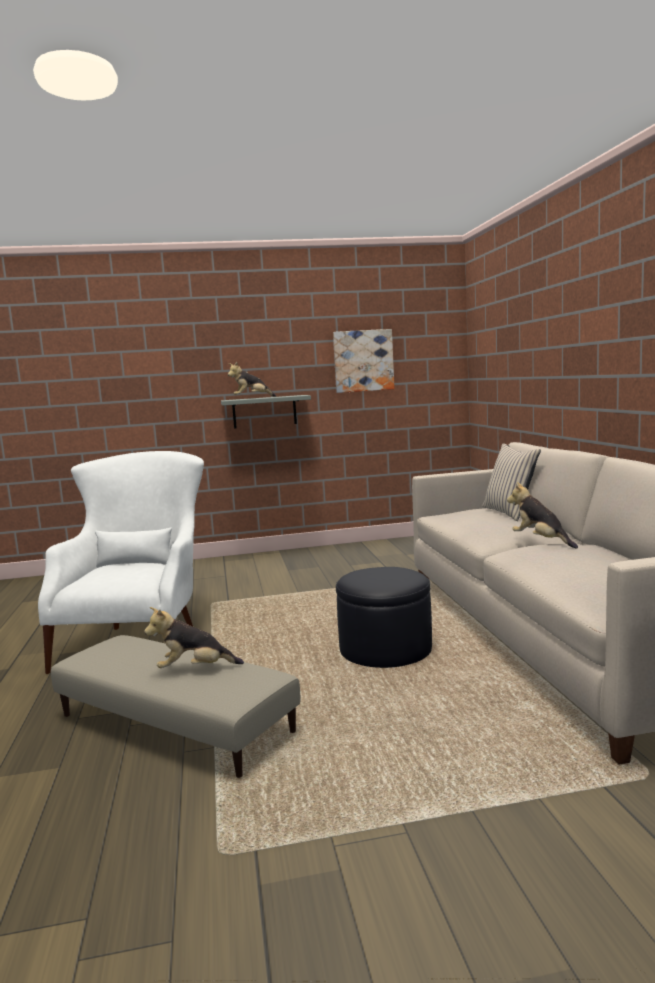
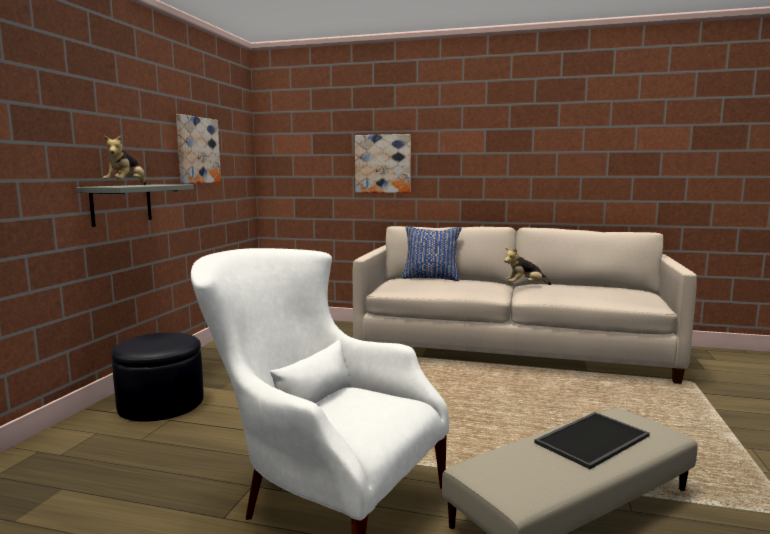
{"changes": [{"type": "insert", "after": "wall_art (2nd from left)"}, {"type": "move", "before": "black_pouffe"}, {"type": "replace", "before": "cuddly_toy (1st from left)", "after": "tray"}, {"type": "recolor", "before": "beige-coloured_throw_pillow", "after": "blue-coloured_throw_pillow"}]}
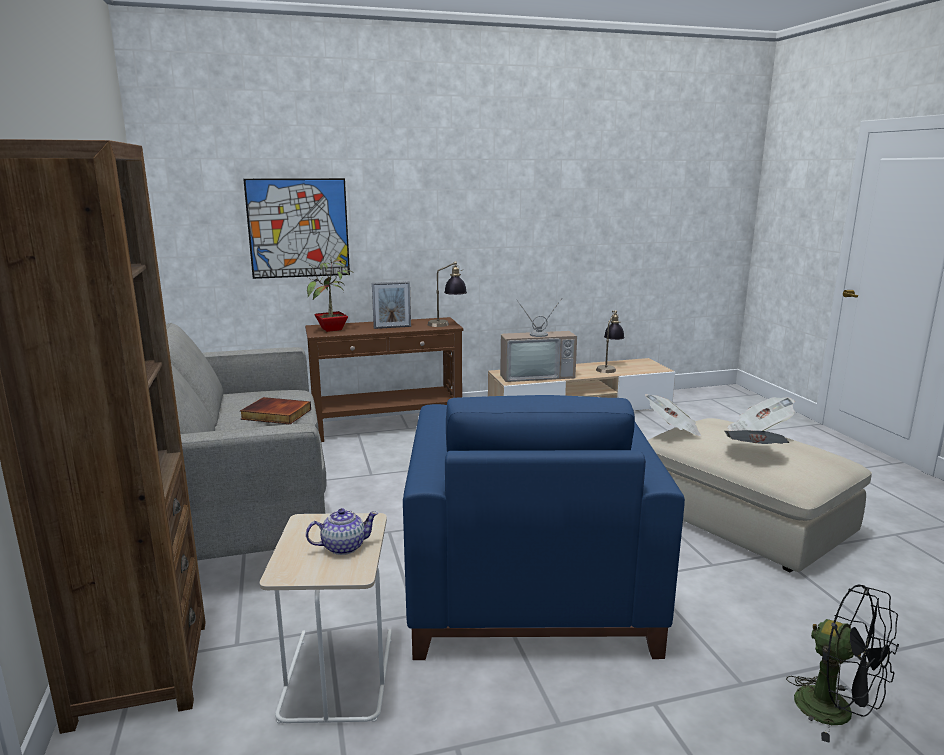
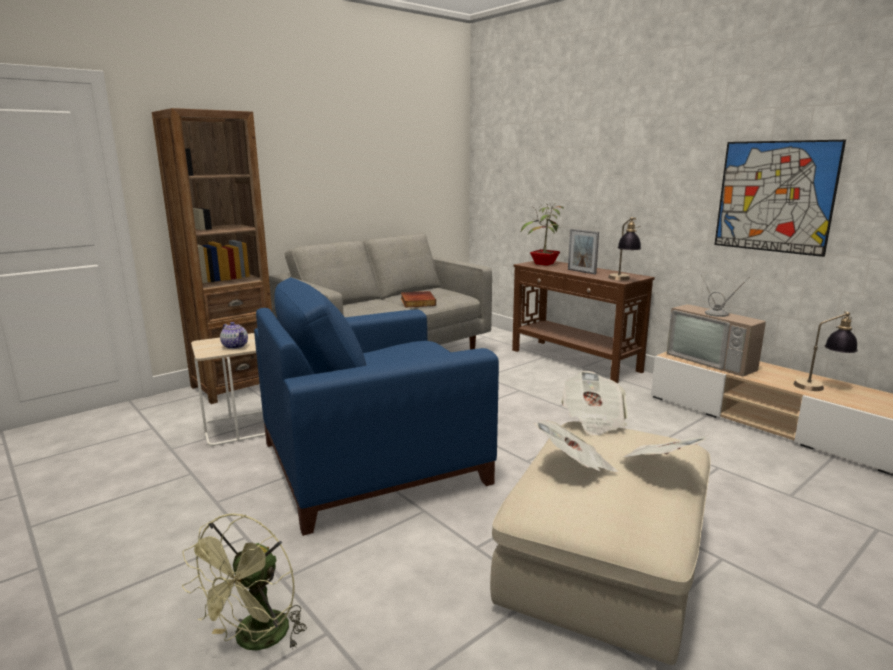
{"changes": [{"type": "move", "before": "wall_art"}, {"type": "recolor", "before": "black_fan", "after": "green_fan"}]}
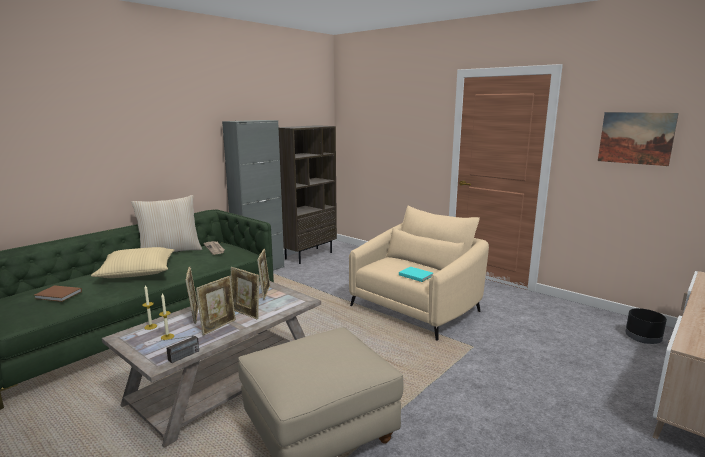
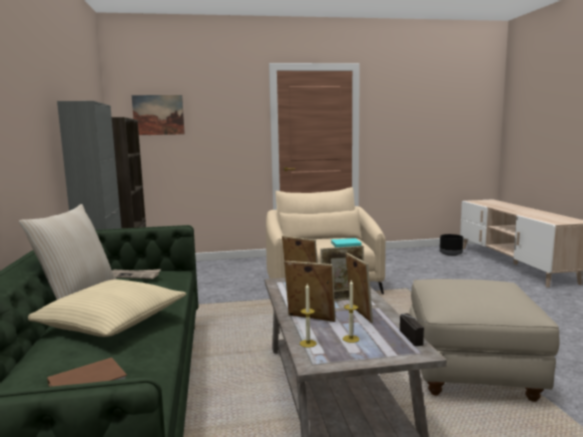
{"changes": [{"type": "move", "before": "wall_art"}]}
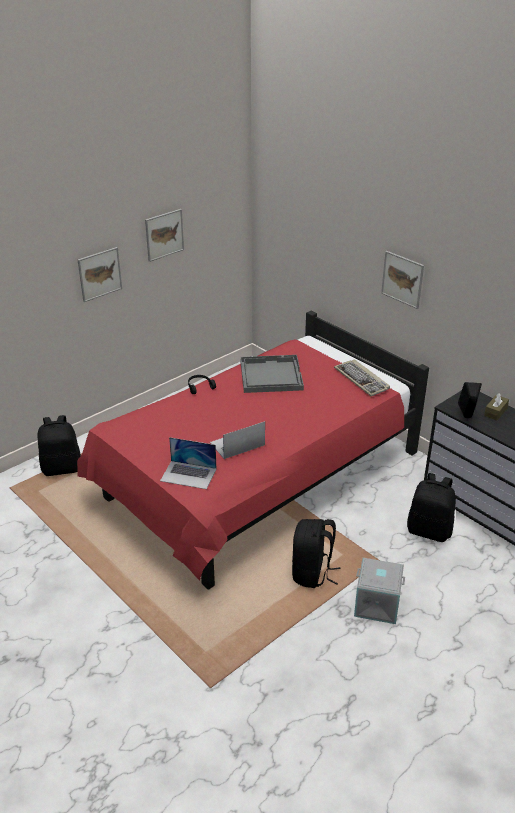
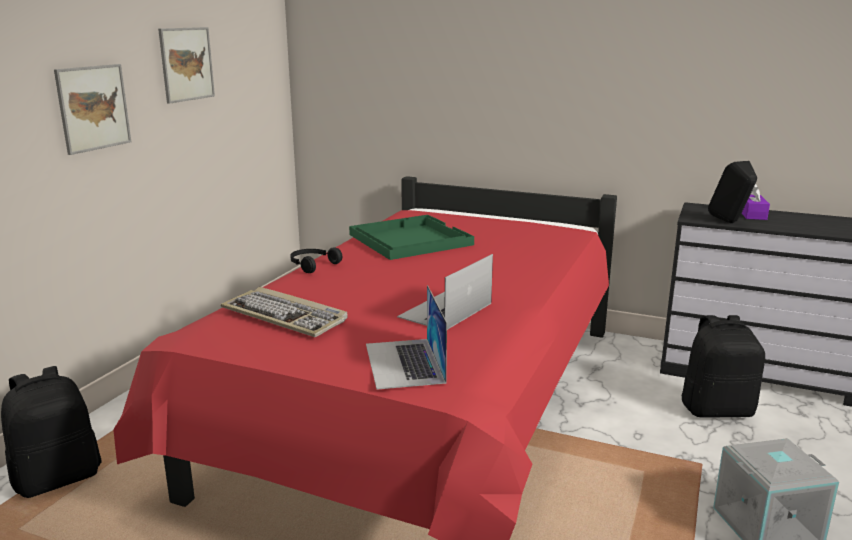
{"changes": [{"type": "delete", "before": "black_knapsack (2nd from left)"}, {"type": "delete", "before": "wall_art (3rd from left)"}, {"type": "move", "before": "keyboard"}, {"type": "recolor", "before": "gray_tray", "after": "green_tray"}, {"type": "recolor", "before": "brown_tissue_box", "after": "purple-coloured_tissue_box"}, {"type": "rotate", "before": "notebook_computer (1st from left)", "turn": 90}]}
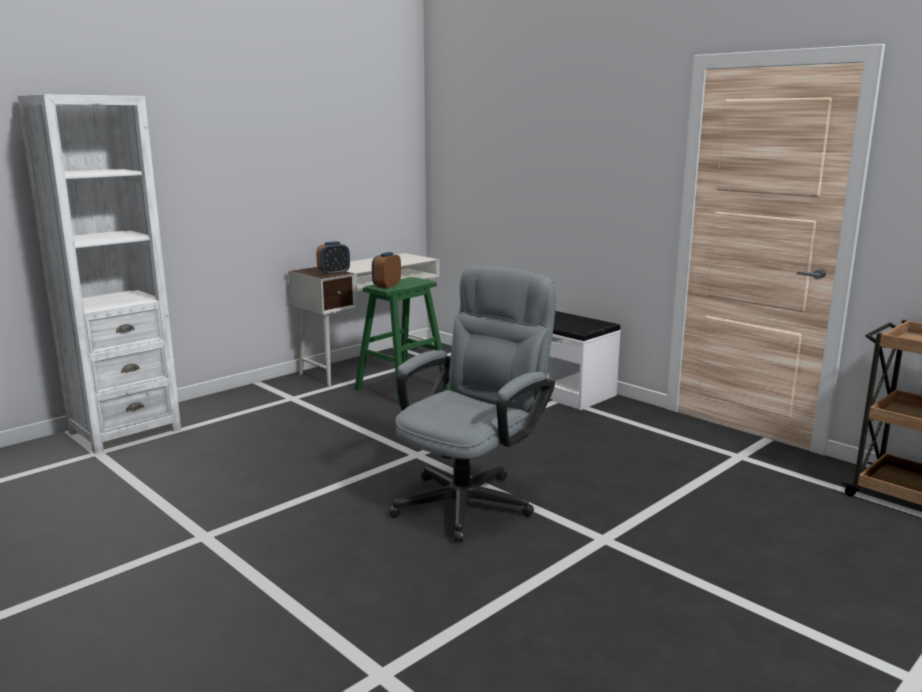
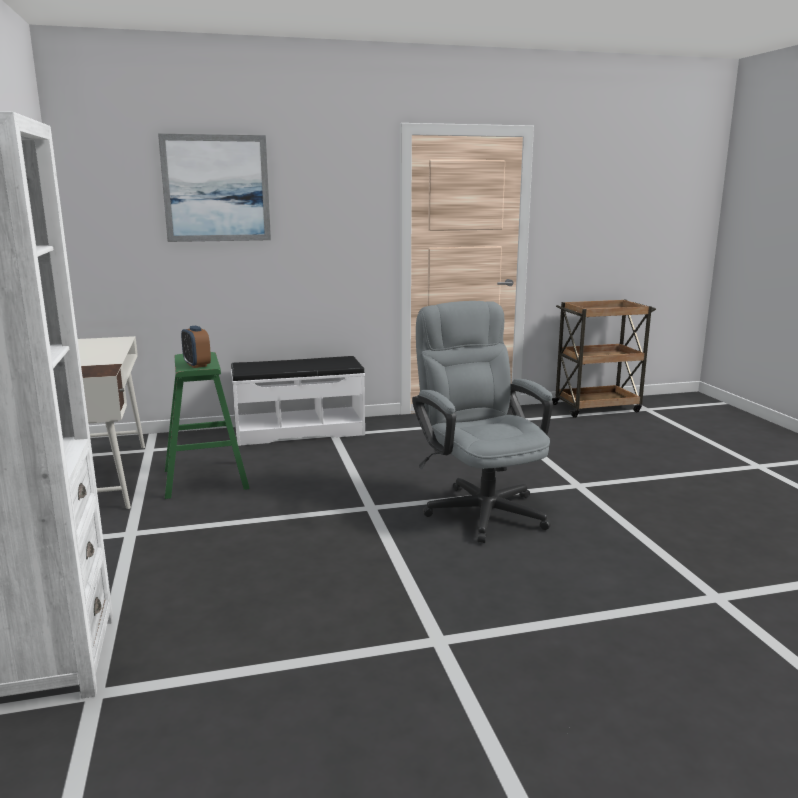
{"changes": [{"type": "delete", "before": "table_clock (1st from left)"}, {"type": "insert", "after": "wall_art"}]}
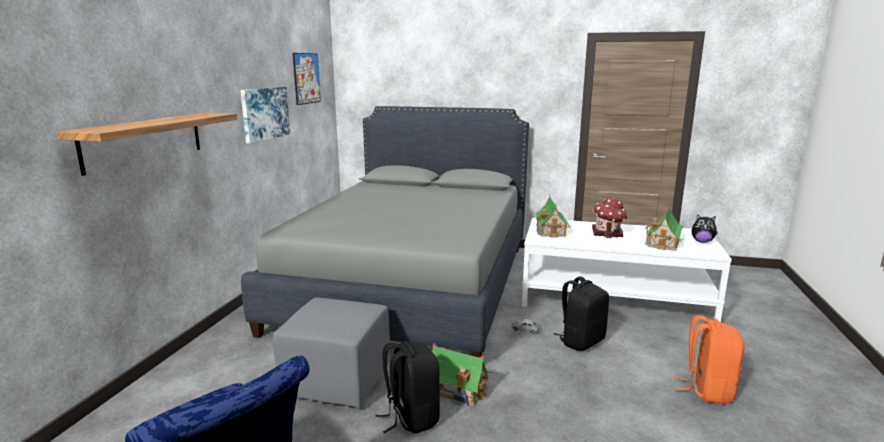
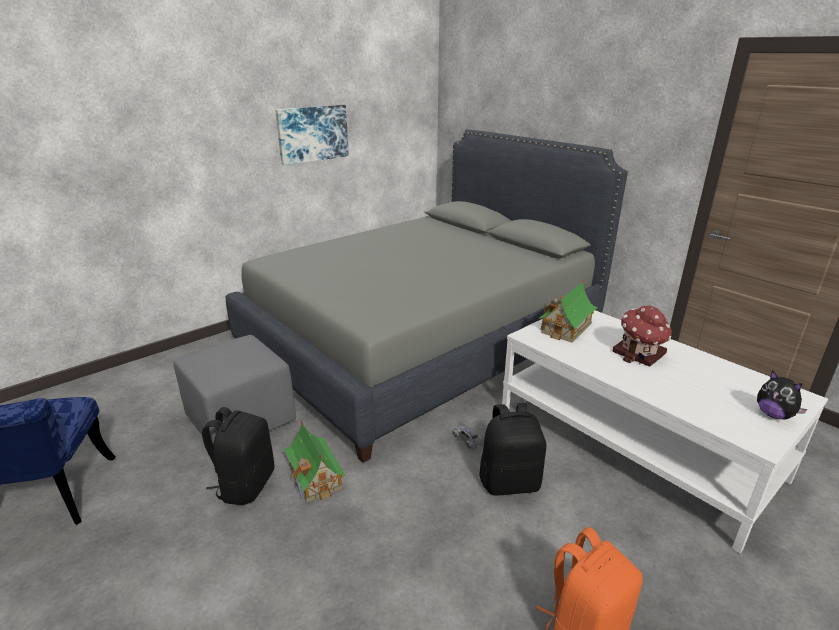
{"changes": [{"type": "delete", "before": "wall_shelf"}, {"type": "delete", "before": "wall_art (2nd from left)"}, {"type": "delete", "before": "miniature_house (4th from left)"}]}
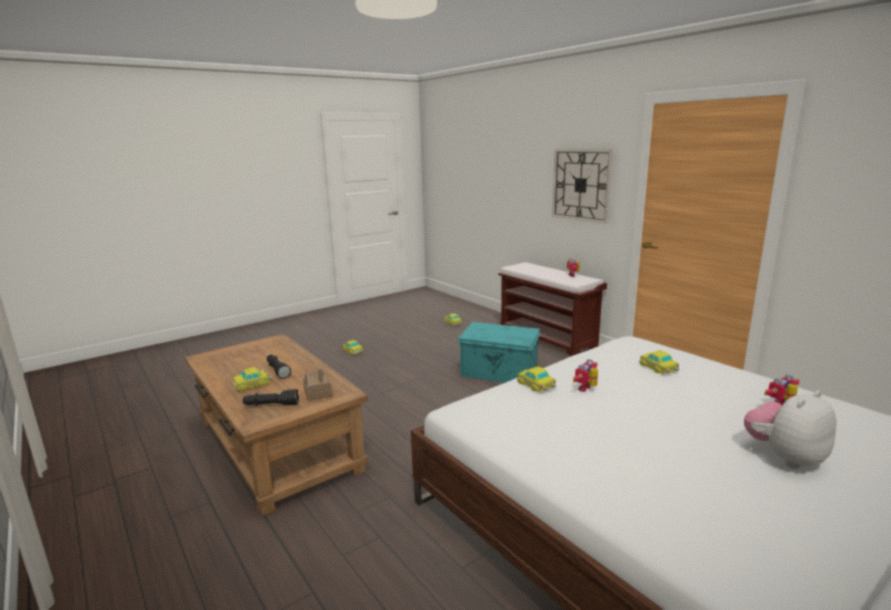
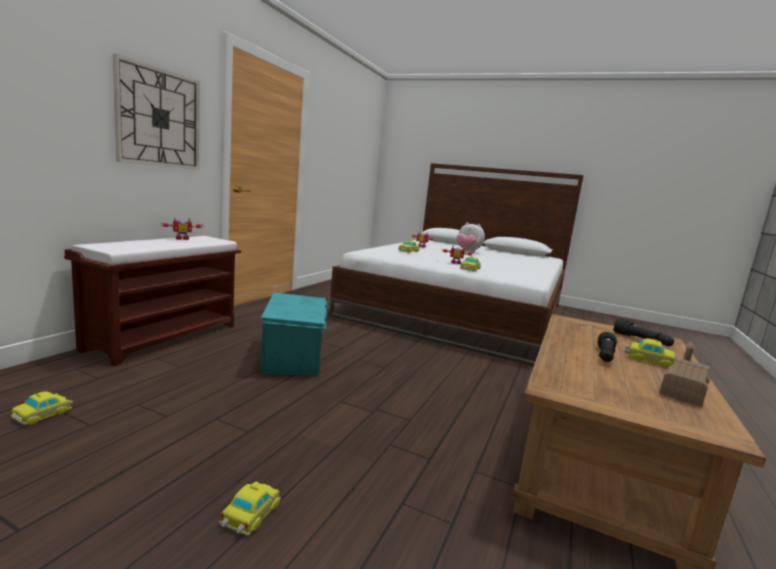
{"changes": [{"type": "move", "before": "miniature_house"}]}
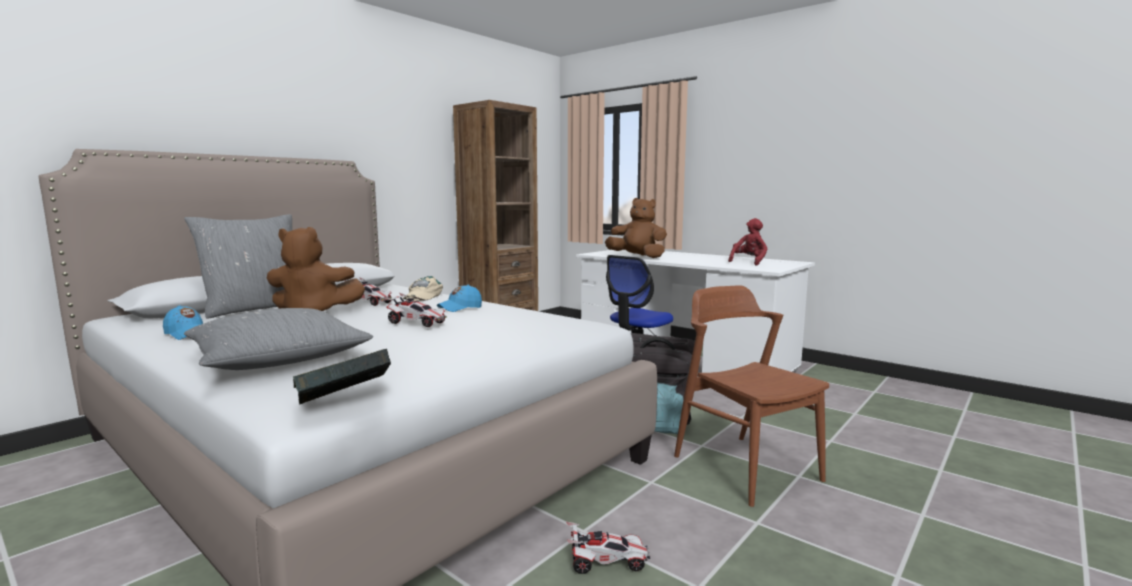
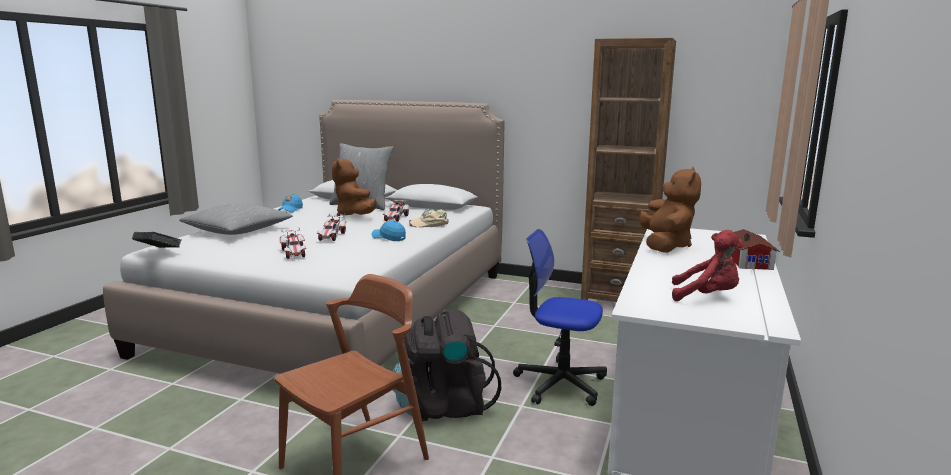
{"changes": [{"type": "insert", "after": "miniature_house"}, {"type": "move", "before": "model_car (3rd from left in the first image)", "after": "model_car (1st from left)"}]}
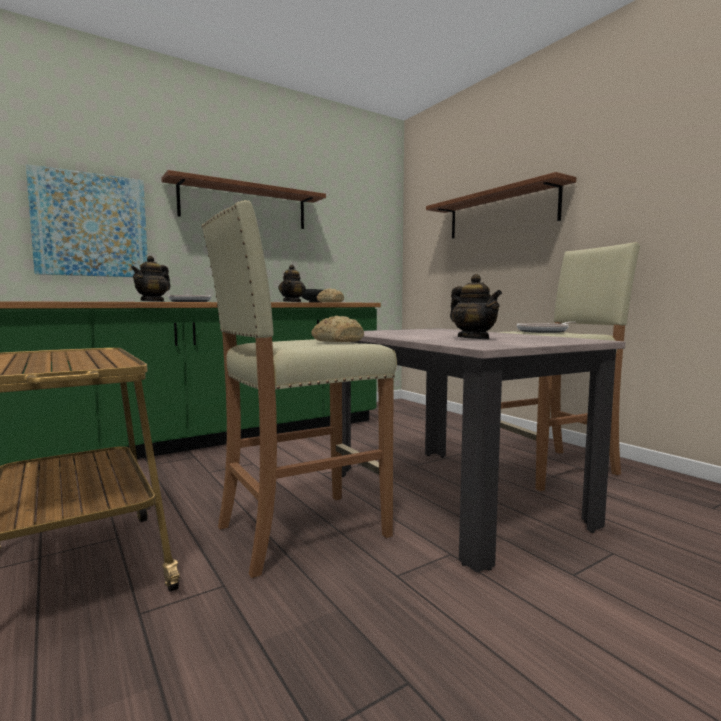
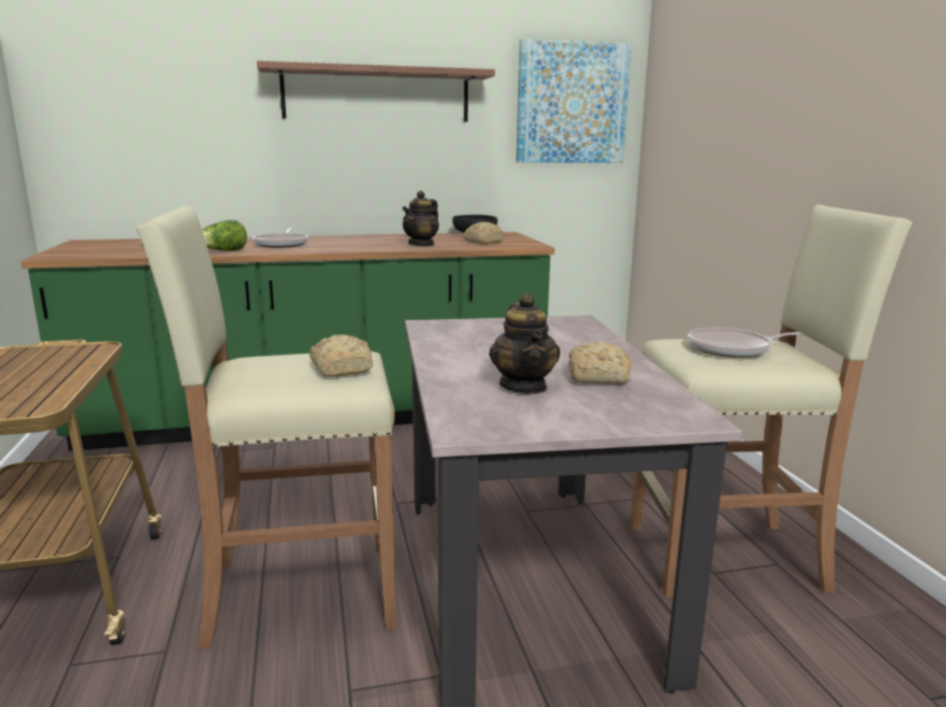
{"changes": [{"type": "delete", "before": "wall_shelf (2nd from left)"}, {"type": "insert", "after": "baked_bread (3rd from left)"}, {"type": "move", "before": "wall_art"}, {"type": "replace", "before": "pot_for_tea (1st from left)", "after": "lettuce_head"}]}
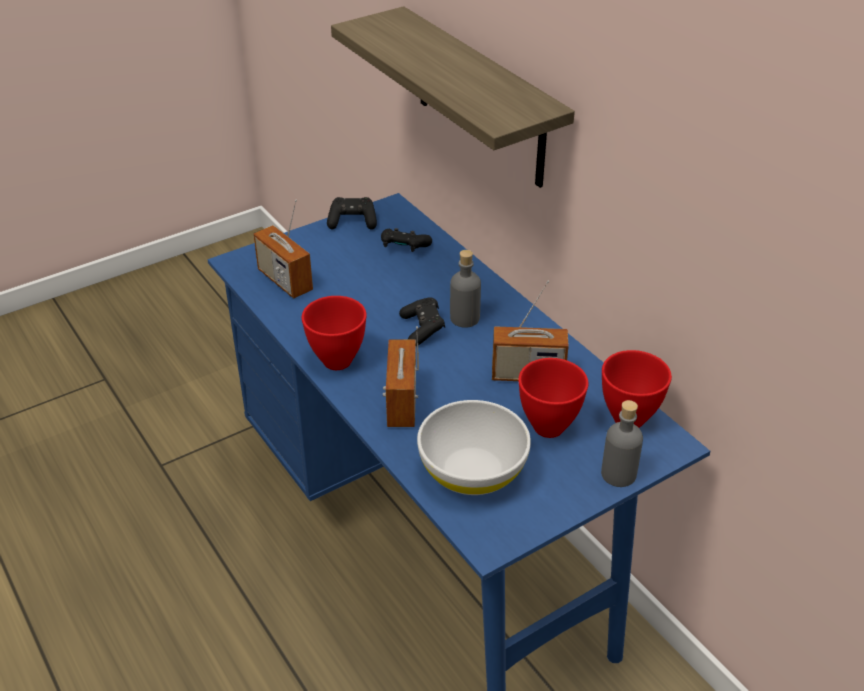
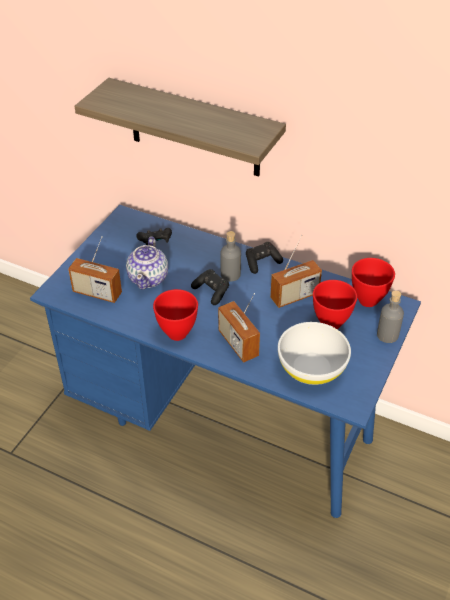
{"changes": [{"type": "insert", "after": "pot_for_tea"}, {"type": "move", "before": "black_game_controller (1st from left in the first image)", "after": "black_game_controller (3rd from left)"}]}
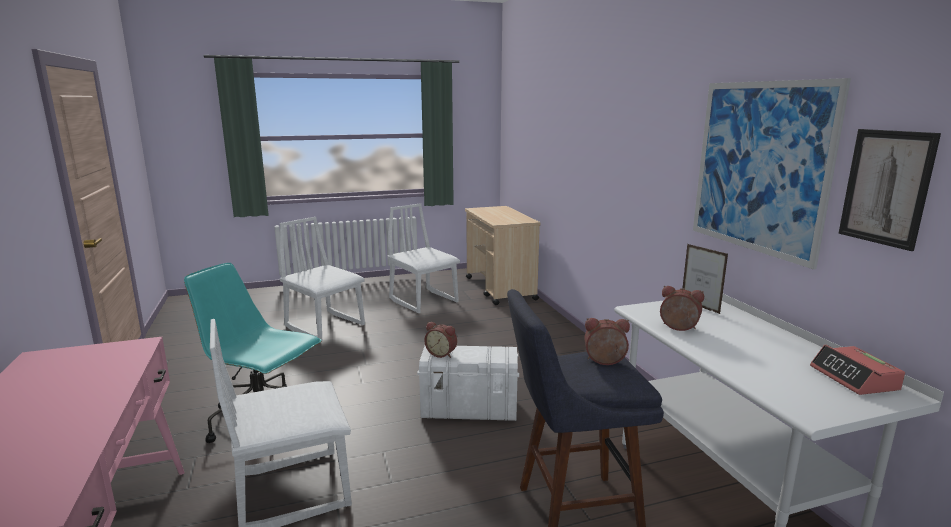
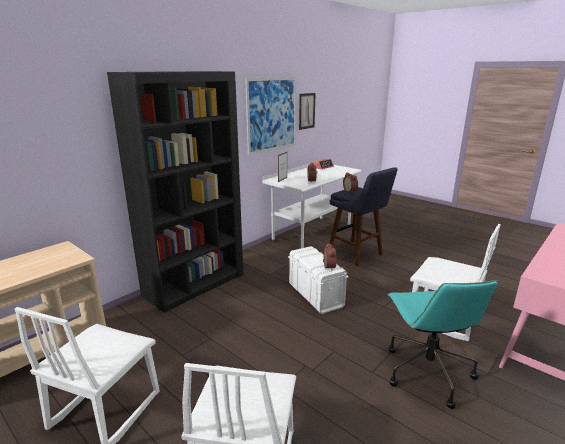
{"changes": [{"type": "insert", "after": "black_shelving_unit"}]}
